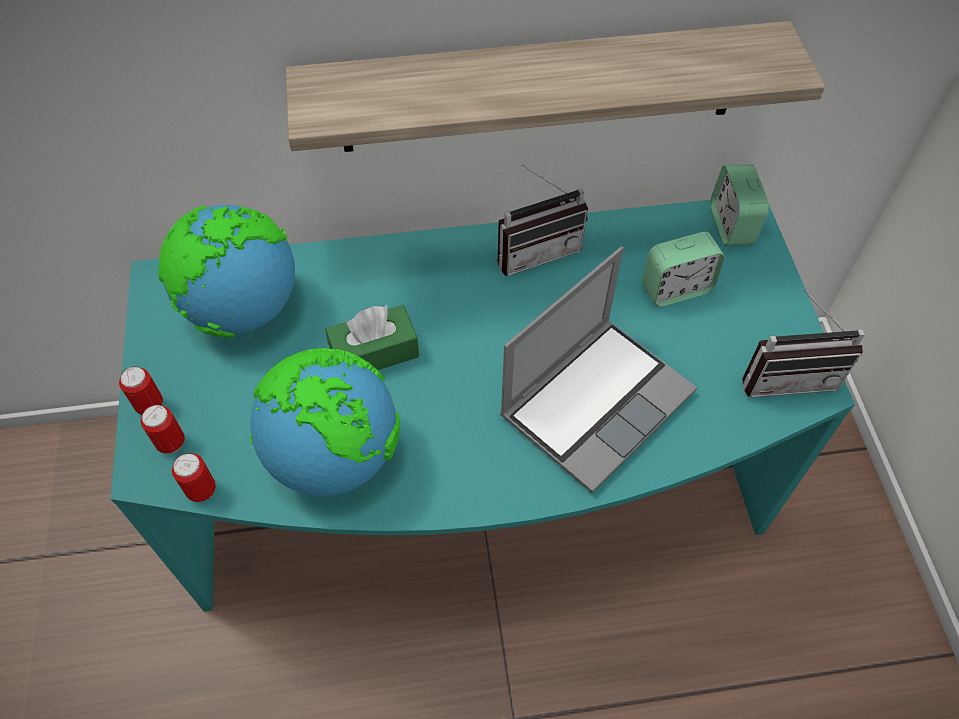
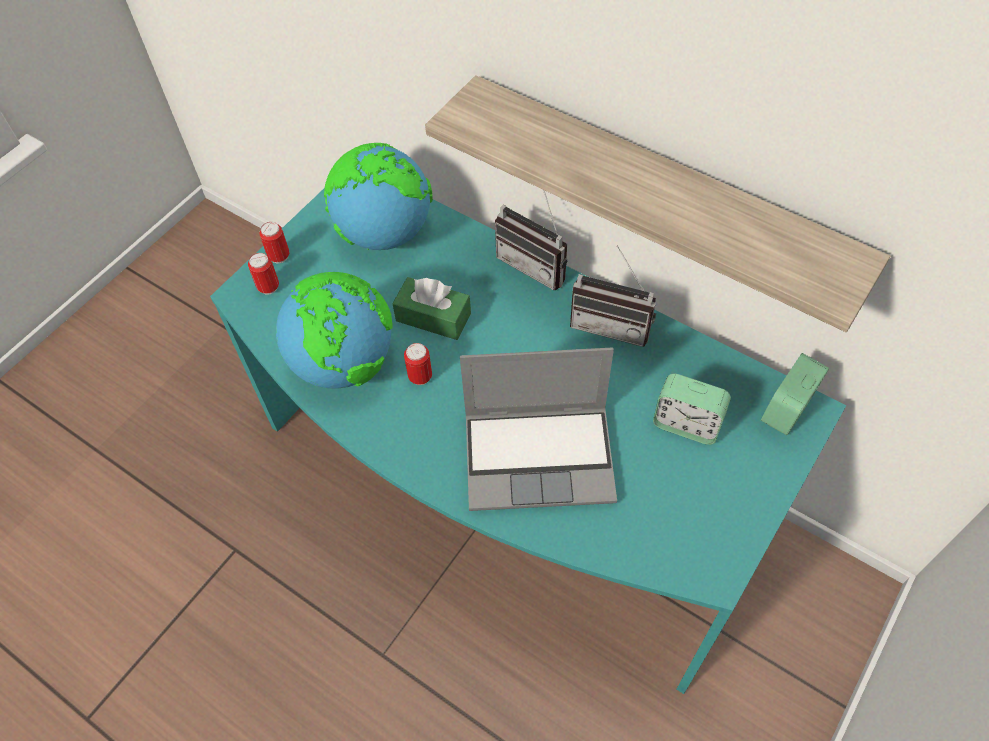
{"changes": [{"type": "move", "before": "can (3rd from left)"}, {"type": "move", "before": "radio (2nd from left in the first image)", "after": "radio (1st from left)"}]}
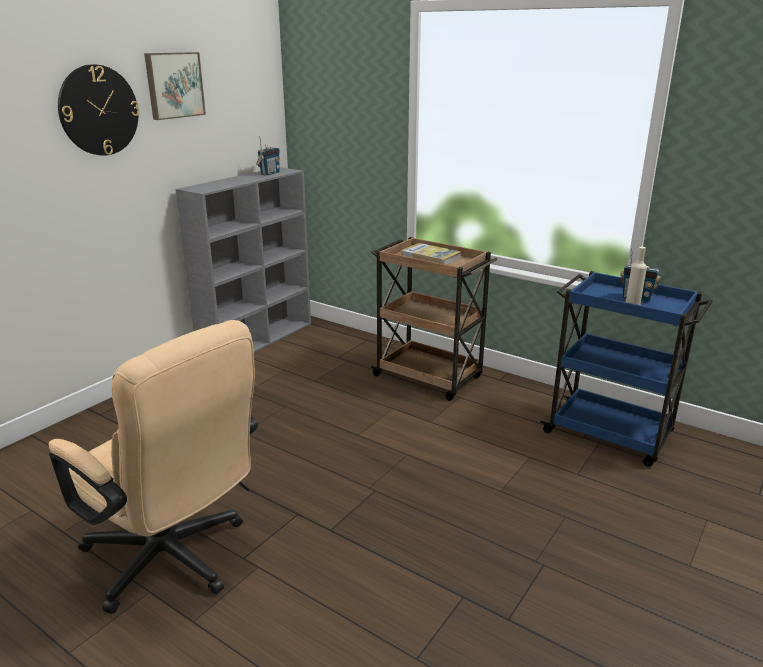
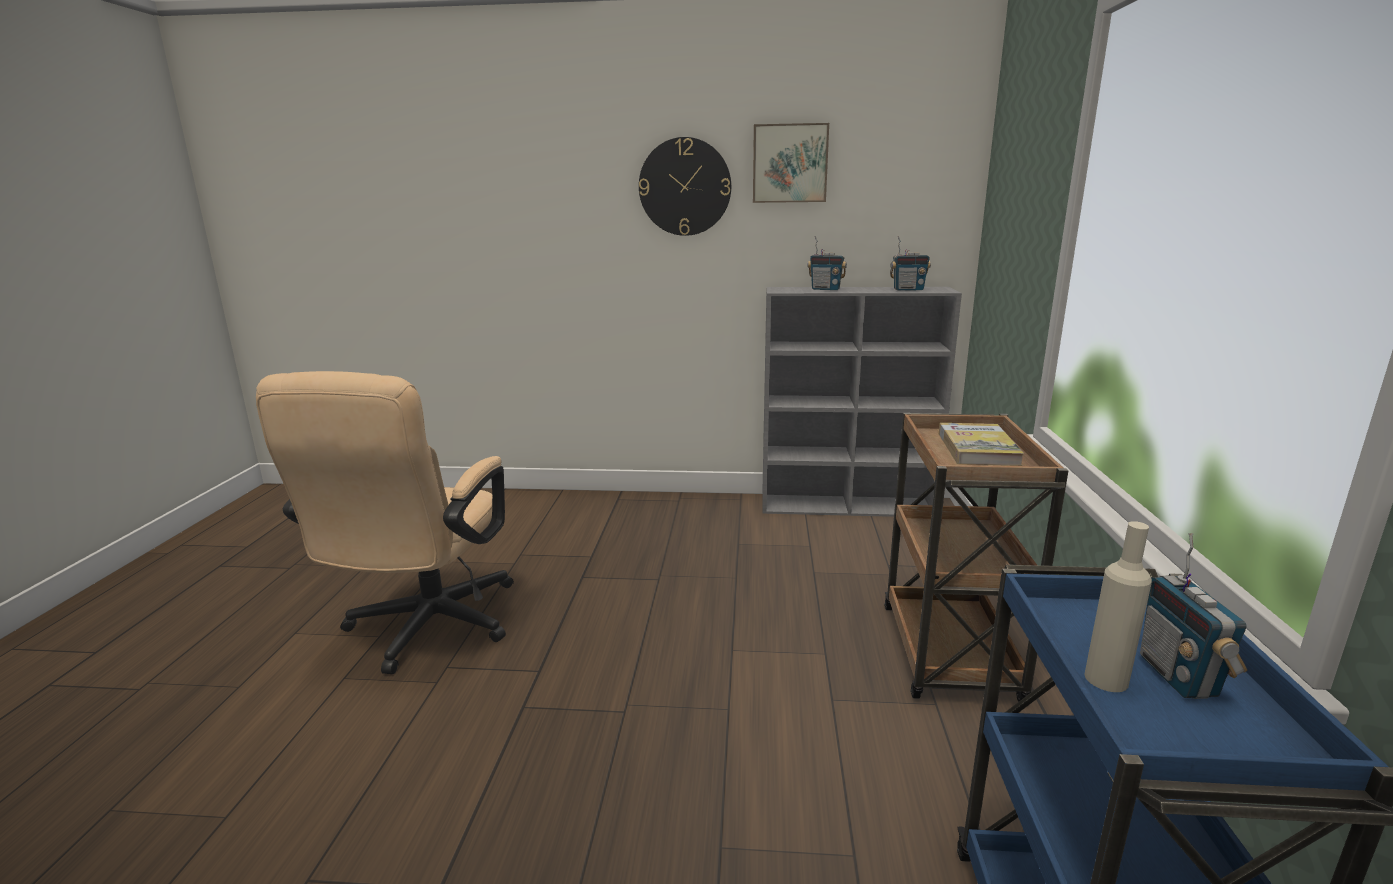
{"changes": [{"type": "insert", "after": "radio (1st from left)"}]}
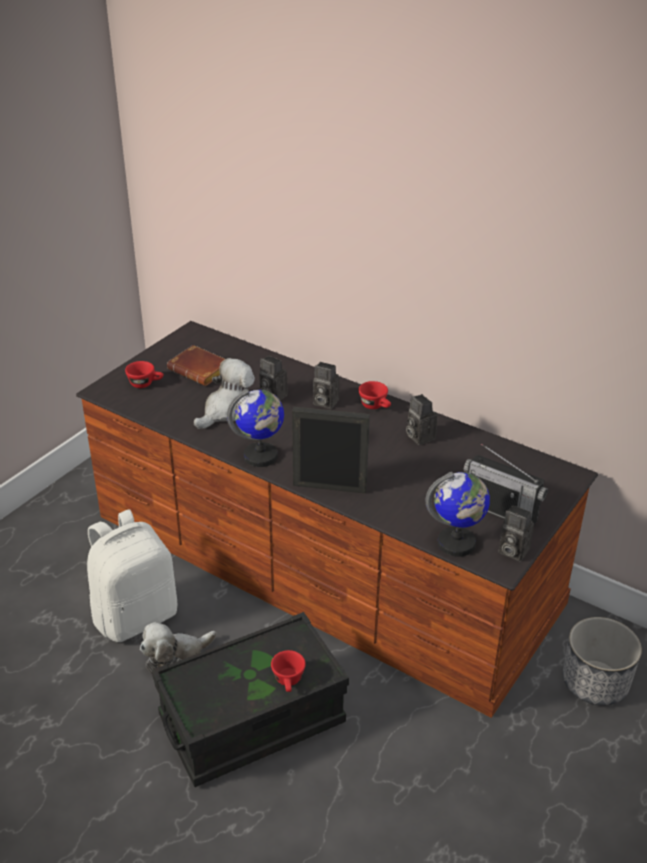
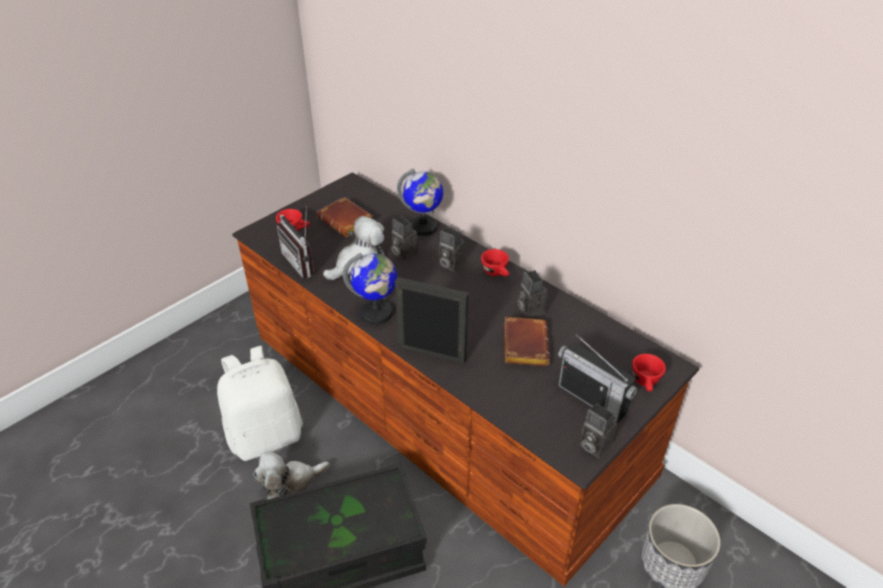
{"changes": [{"type": "insert", "after": "radio (1st from left)"}, {"type": "insert", "after": "brown_book (2nd from left)"}, {"type": "move", "before": "red_small_cup (2nd from left in the first image)", "after": "red_small_cup (3rd from left)"}, {"type": "move", "before": "world_globe (2nd from left)"}]}
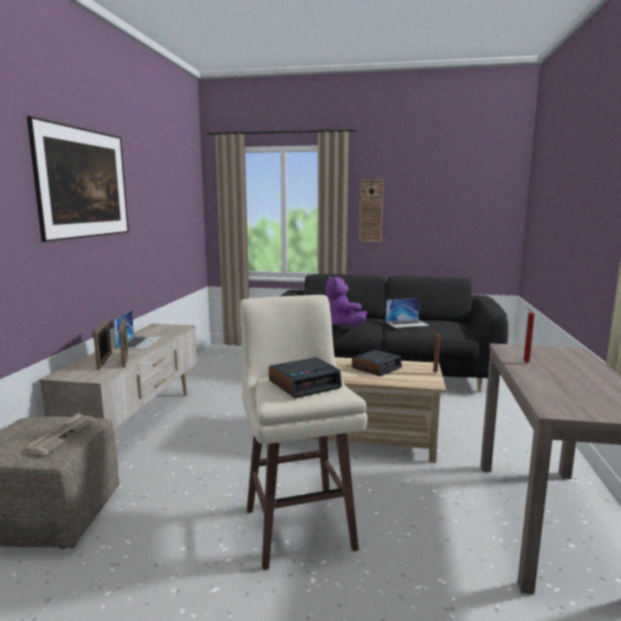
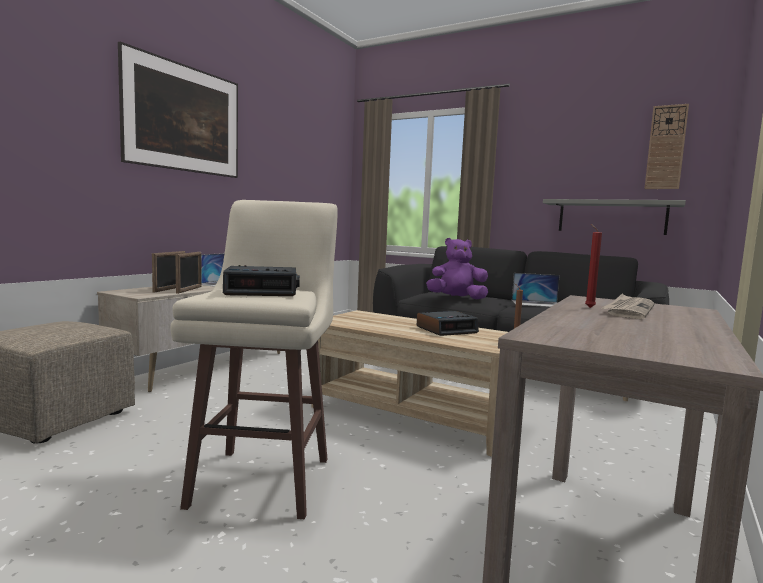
{"changes": [{"type": "insert", "after": "gray_wall_shelf"}, {"type": "move", "before": "newspaper"}, {"type": "move", "before": "clock_on_the_wall"}, {"type": "rotate", "before": "purple-coloured_cuddly_toy", "turn": 90}]}
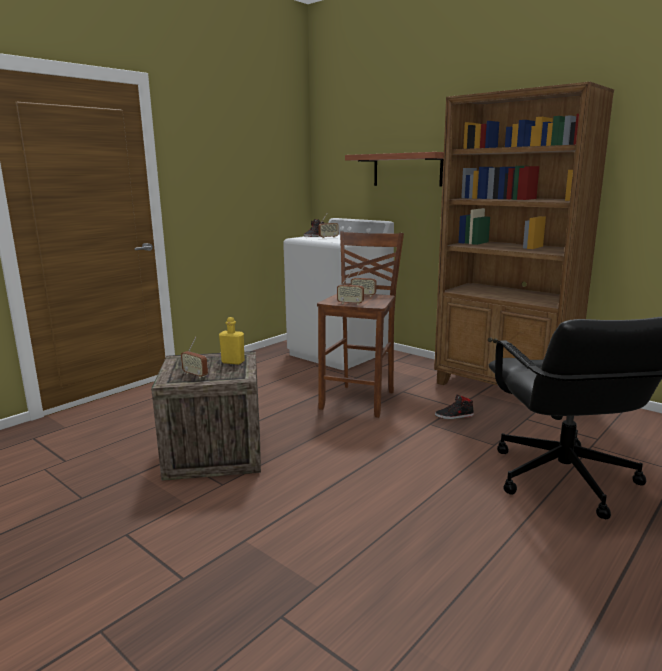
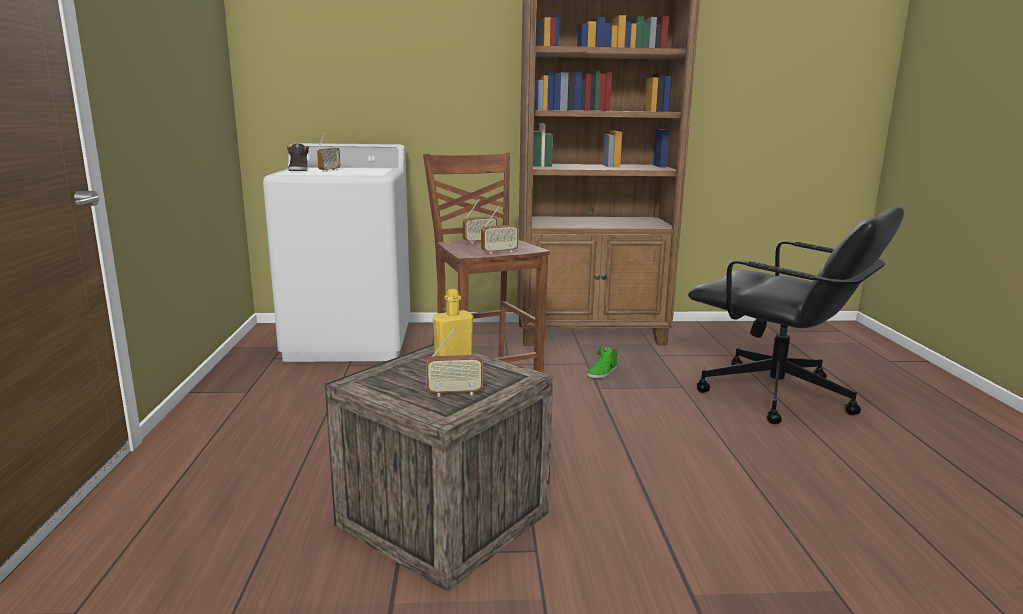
{"changes": [{"type": "delete", "before": "wall_shelf"}, {"type": "recolor", "before": "black_item_of_footwear (2nd from left)", "after": "green_item_of_footwear"}]}
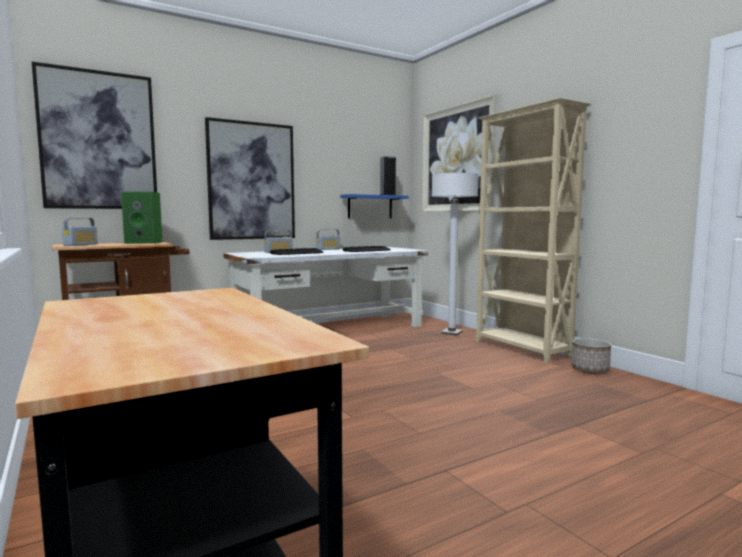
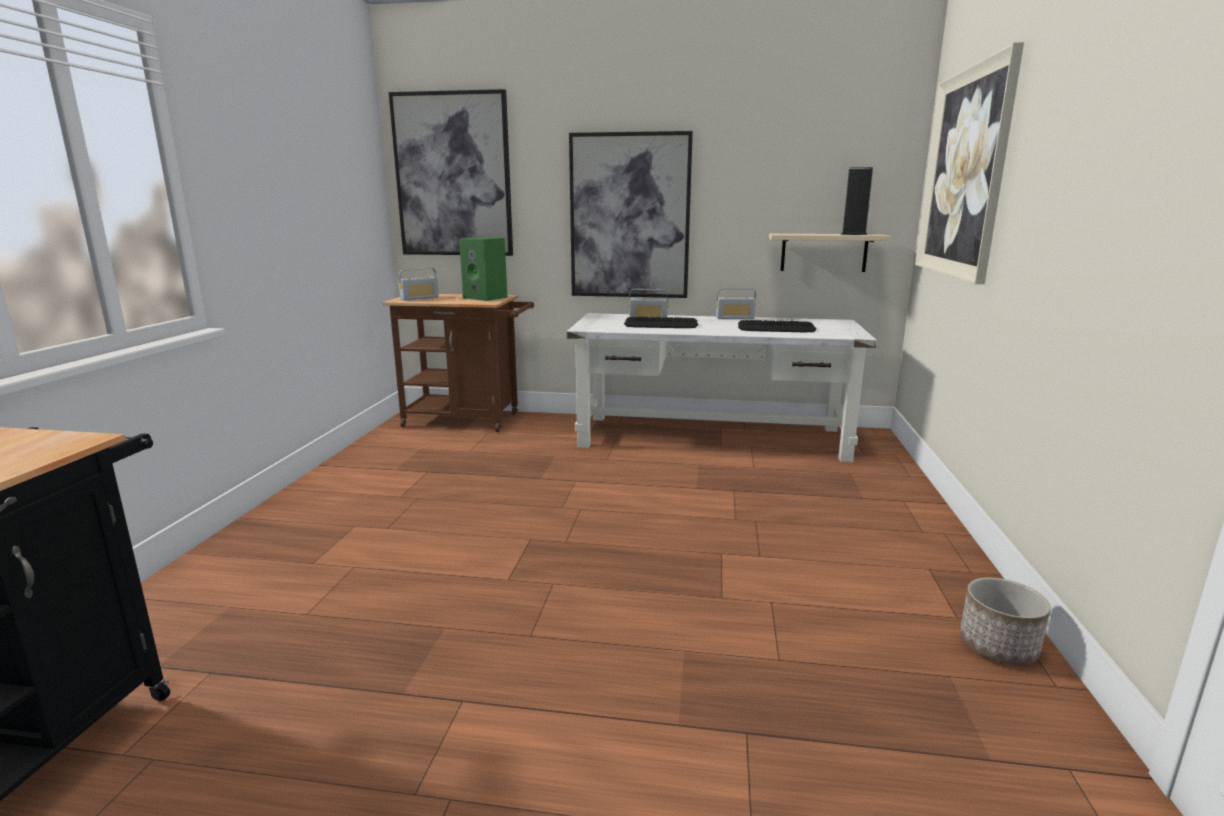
{"changes": [{"type": "delete", "before": "white-coloured_standing_lamp"}, {"type": "delete", "before": "beige-coloured_shelving_unit"}, {"type": "recolor", "before": "blue-coloured_wall_shelf", "after": "beige-coloured_wall_shelf"}]}
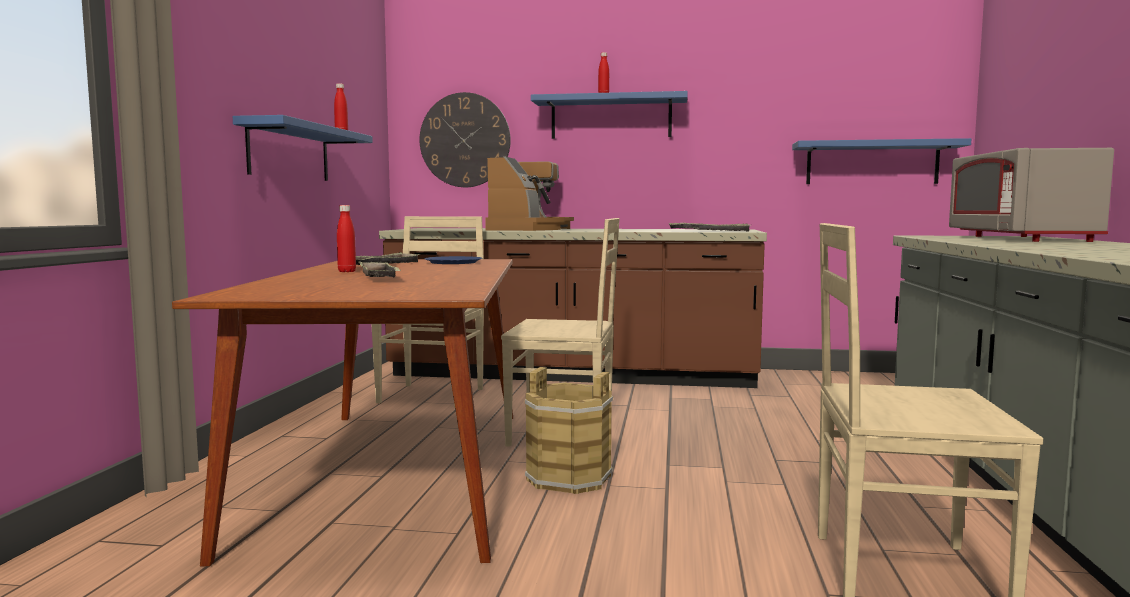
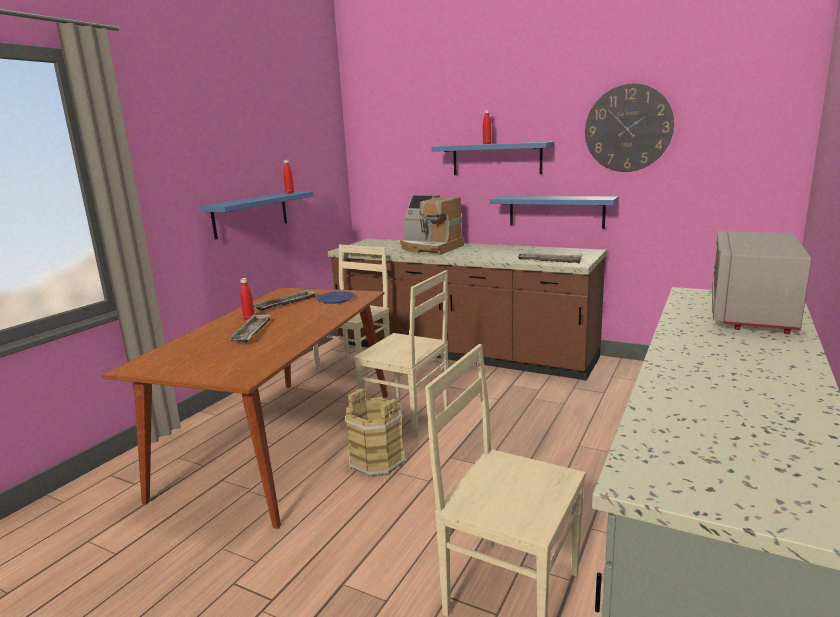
{"changes": [{"type": "move", "before": "clock_on_the_wall"}, {"type": "move", "before": "blue-coloured_wall_shelf (3rd from left)"}, {"type": "rotate", "before": "coffee_maker", "turn": 90}]}
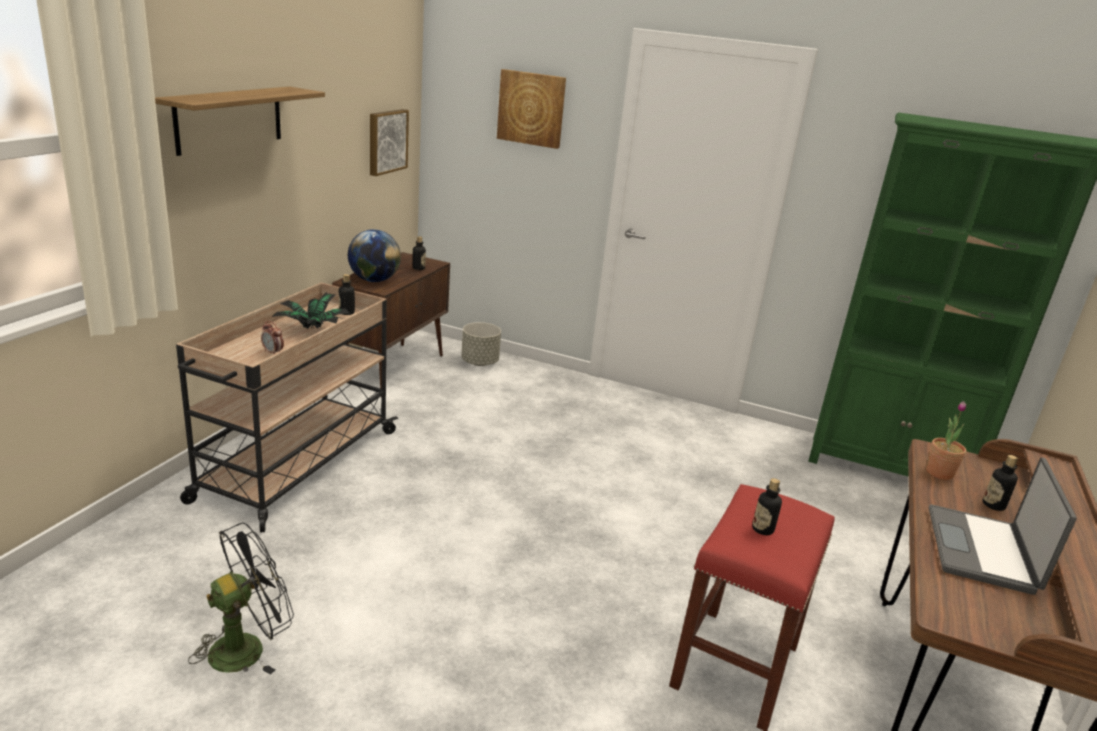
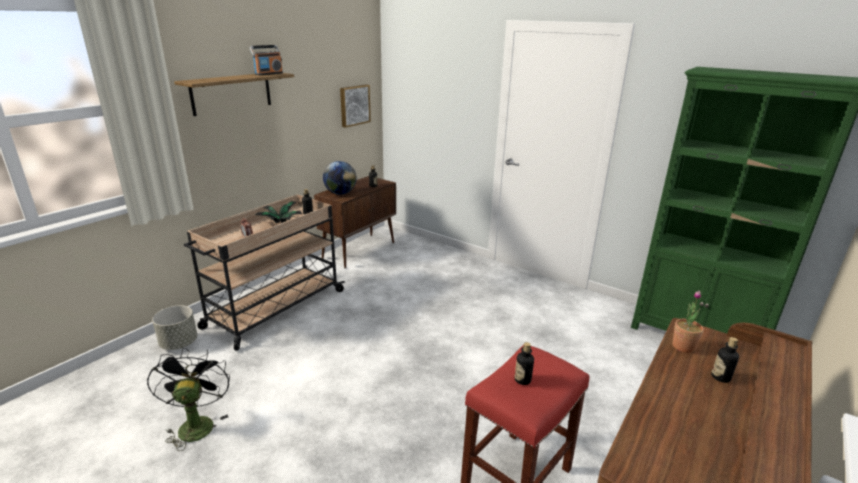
{"changes": [{"type": "delete", "before": "wall_art (2nd from left)"}, {"type": "delete", "before": "notebook_computer"}, {"type": "insert", "after": "radio"}, {"type": "move", "before": "gray_planter"}, {"type": "rotate", "before": "black_fan", "turn": -75}]}
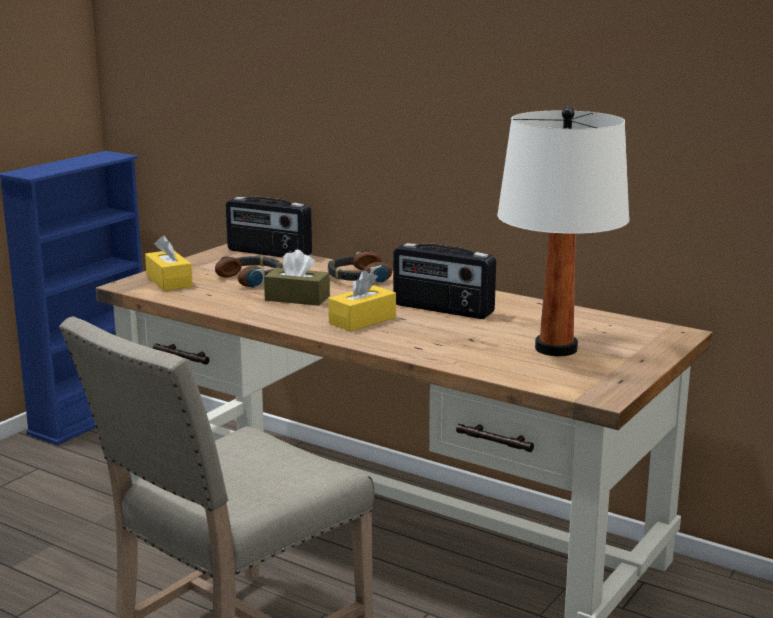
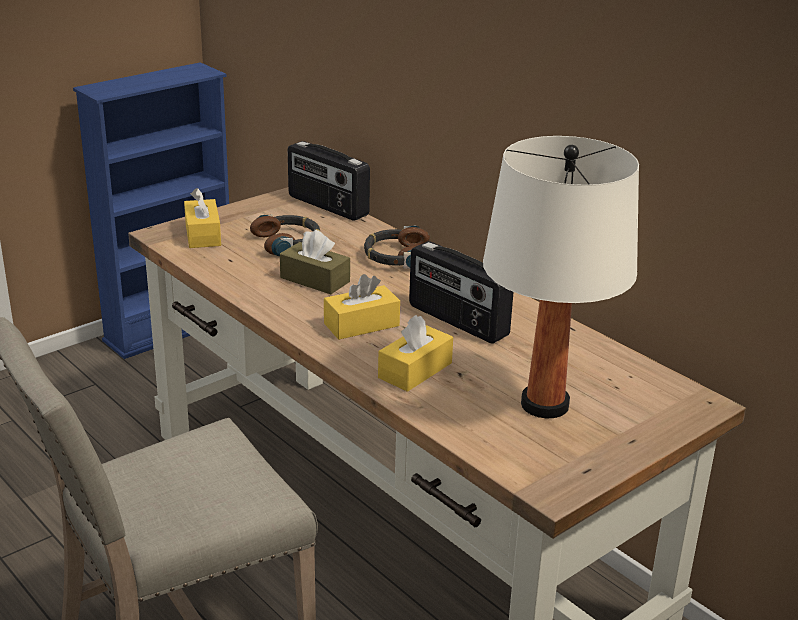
{"changes": [{"type": "insert", "after": "yellow-coloured_tissue_box (3rd from left)"}]}
